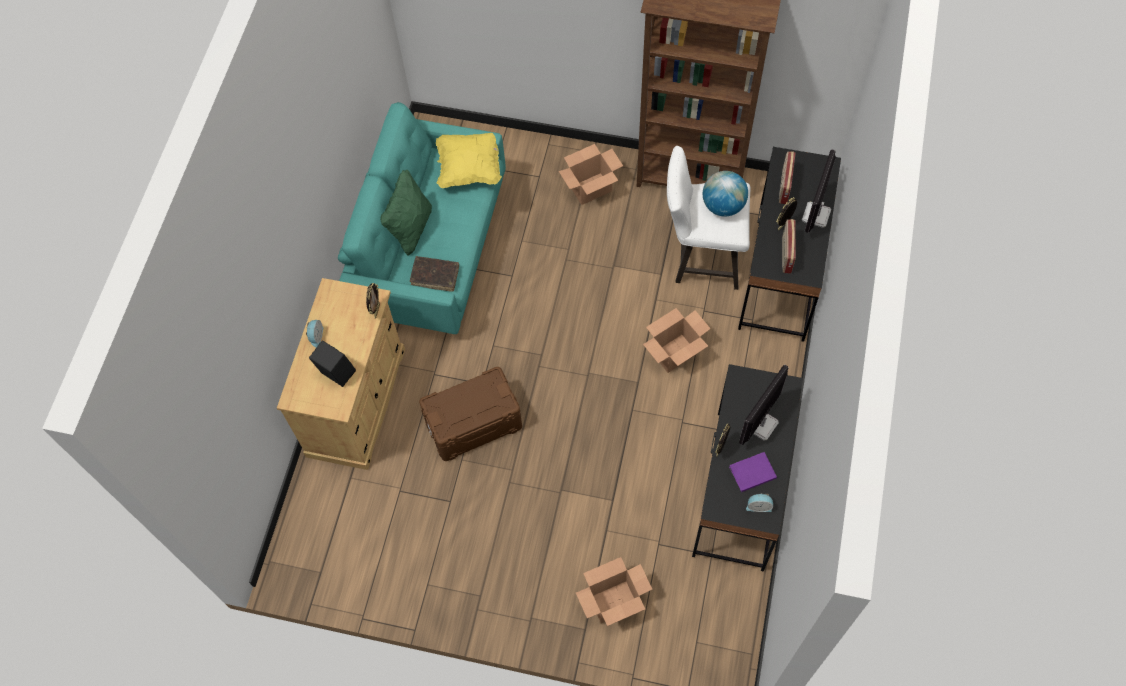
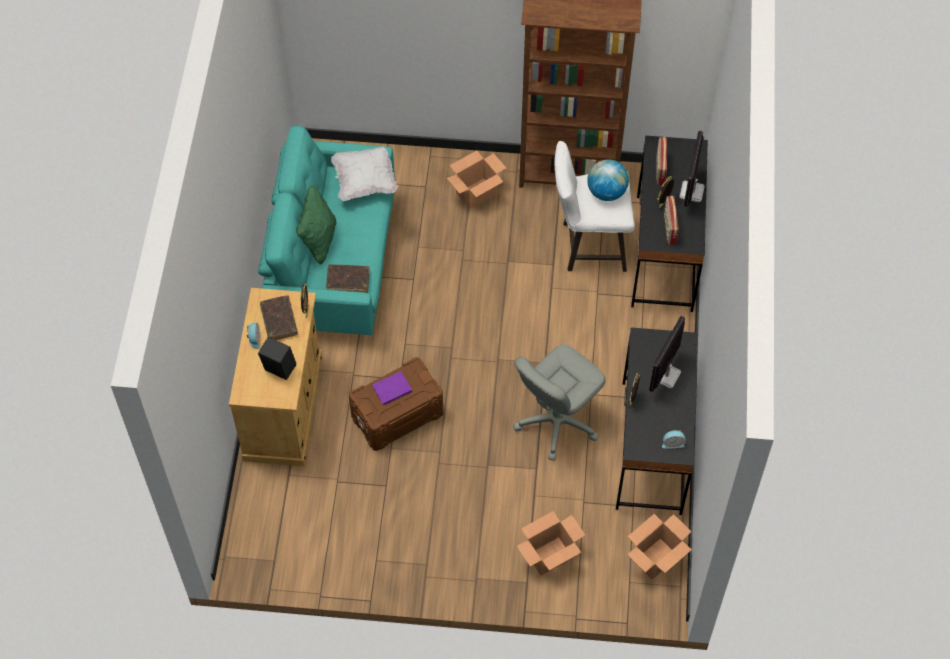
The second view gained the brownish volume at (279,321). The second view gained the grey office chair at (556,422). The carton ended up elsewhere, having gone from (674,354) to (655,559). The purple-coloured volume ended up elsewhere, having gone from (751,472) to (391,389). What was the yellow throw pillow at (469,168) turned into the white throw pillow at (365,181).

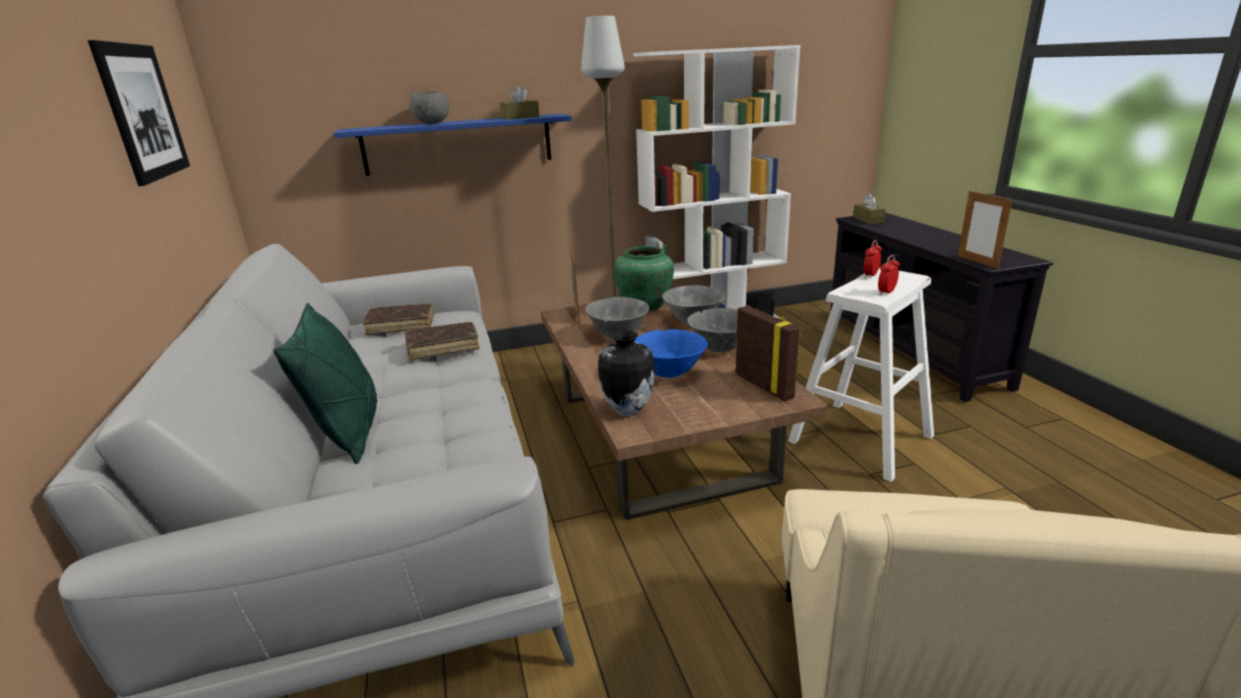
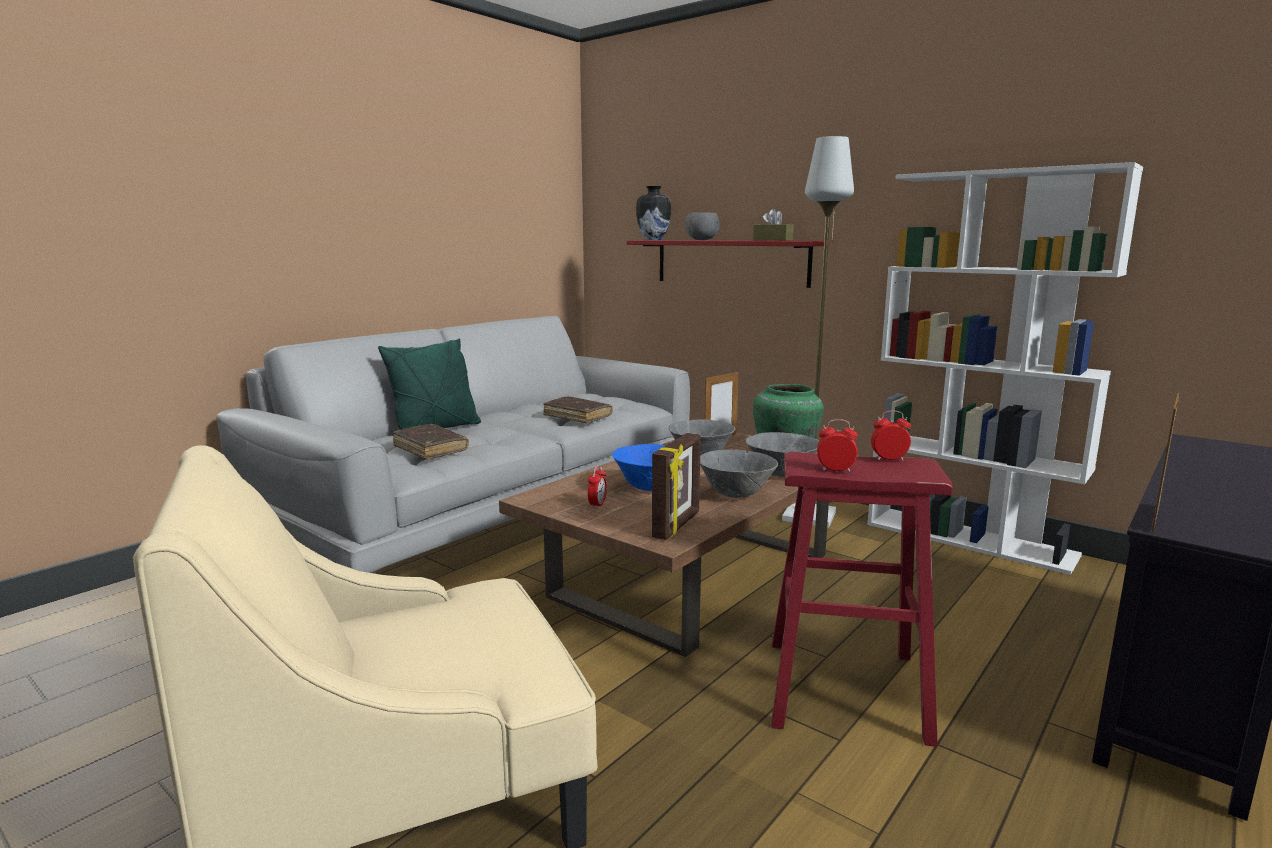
The second view lost the wall art at (143,112). The second view lost the brownish tissue holder at (868,220). The second view gained the table clock at (597,505). The brownish volume ended up elsewhere, having gone from (401,325) to (430,449). The decorative vase ended up elsewhere, having gone from (627,410) to (653,240). What was the blue wall shelf at (458,144) turned into the red-coloured wall shelf at (730,262). What was the white stool at (860,439) turned into the red-coloured stool at (844,689).

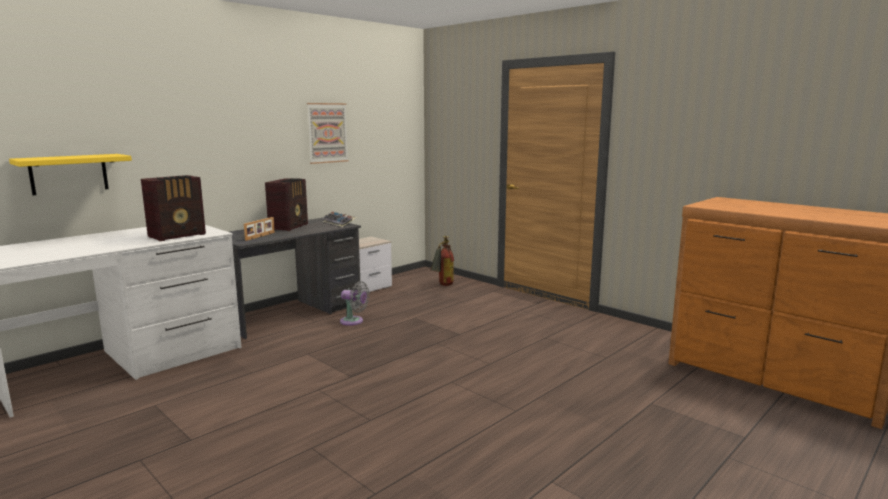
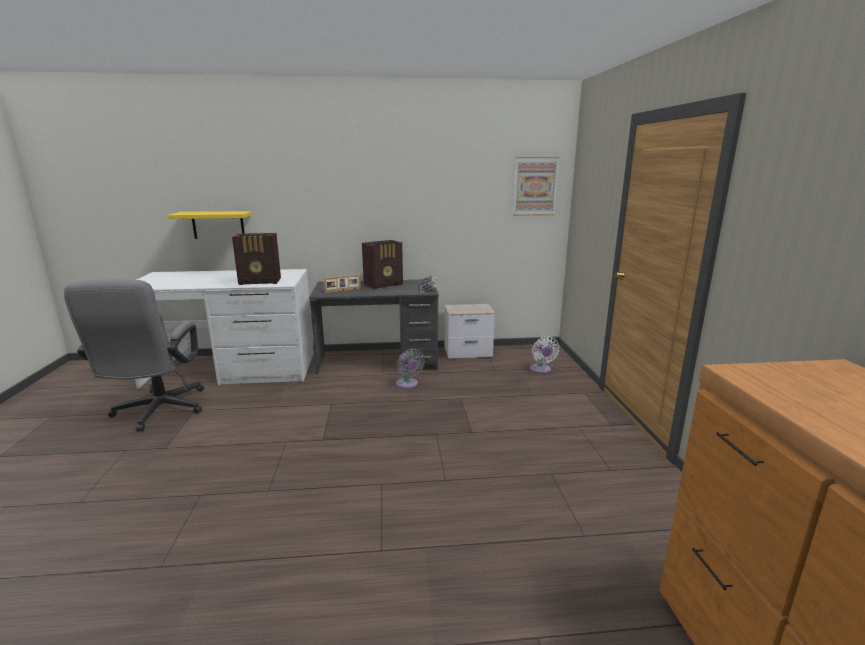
The second view gained the grey office chair at (157,412). The wall art ended up elsewhere, having gone from (327,133) to (535,186). Where the fire extinguisher stood at (442,285), the white cooling fan came to stand at (541,370).

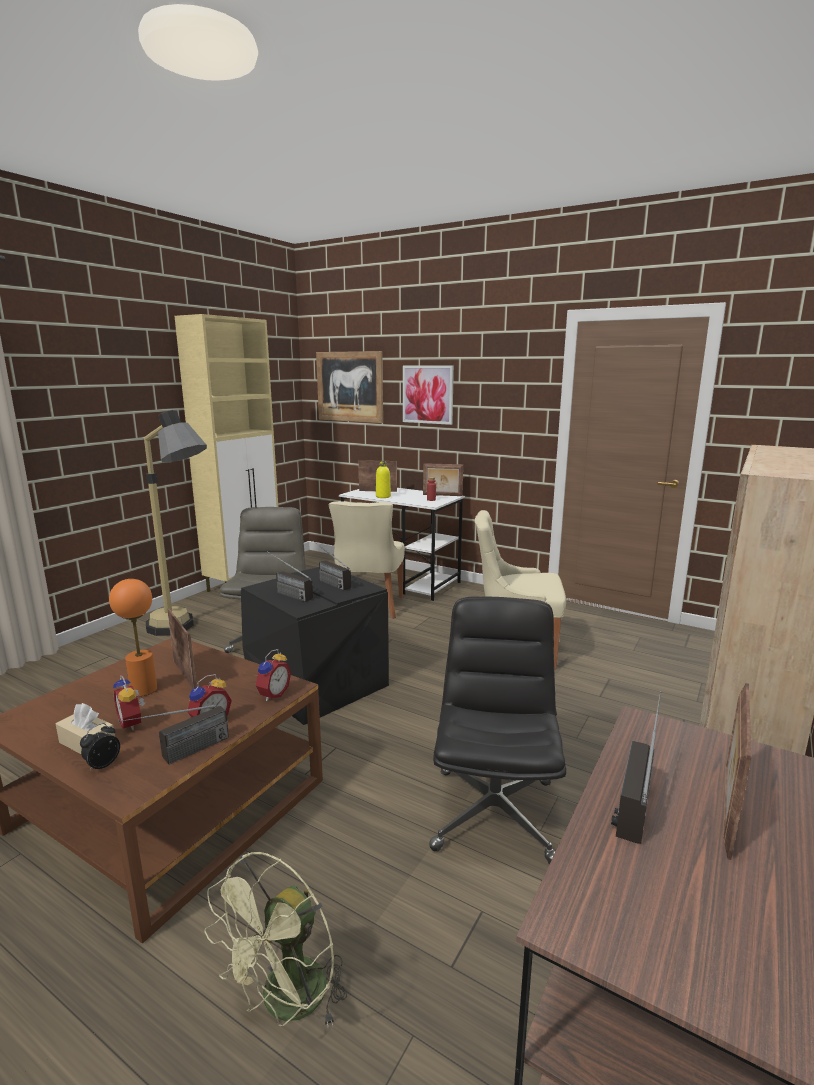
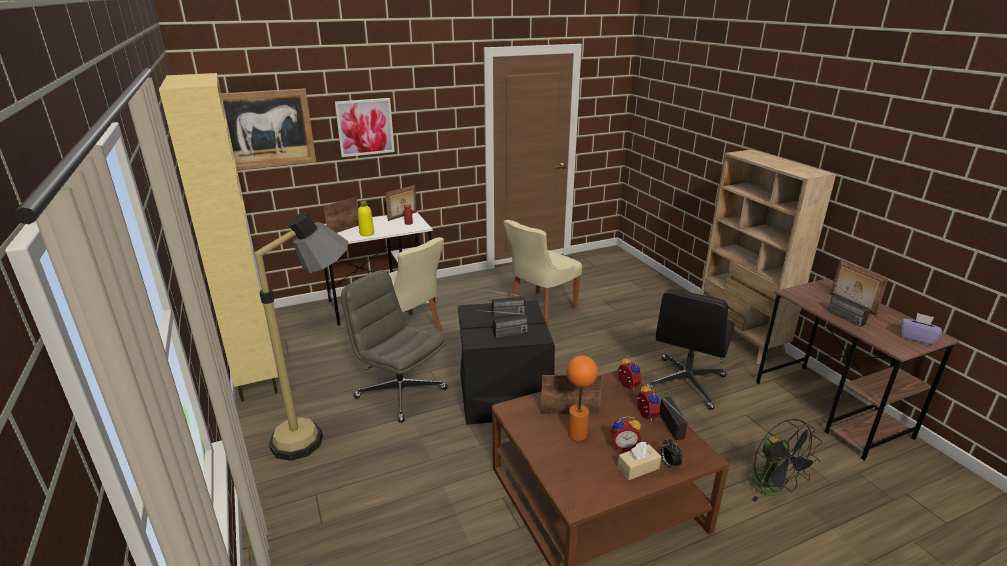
The second view gained the purple-coloured tissue holder at (917,338). What was the green cooling fan at (286,1004) turned into the blackish cooling fan at (772,489). The blackish office chair at (493,812) ended up facing another way, 105 degrees counterclockwise from before.

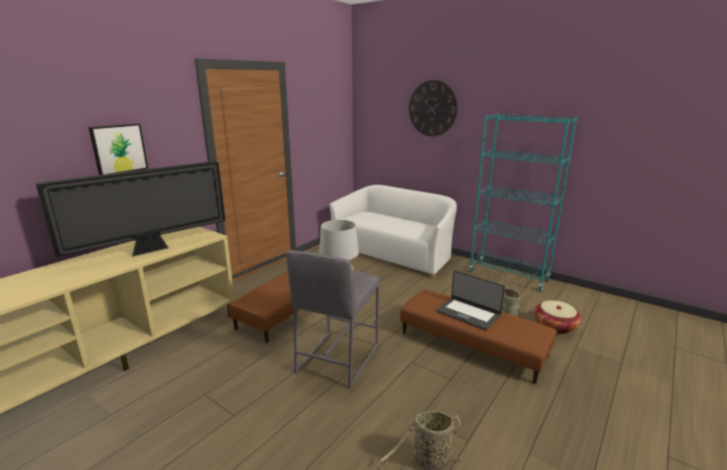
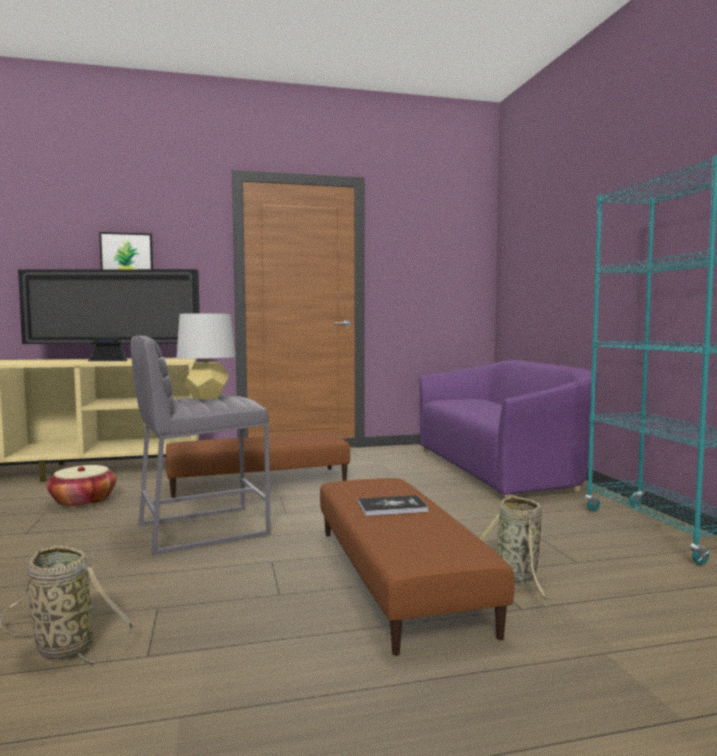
The second view lost the hanging clock at (432,108). The storage basket ended up elsewhere, having gone from (555,326) to (83,501). Where the portable computer stood at (468,313), the volume came to stand at (392,507). What was the white couch at (394,253) turned into the purple-coloured couch at (499,469).

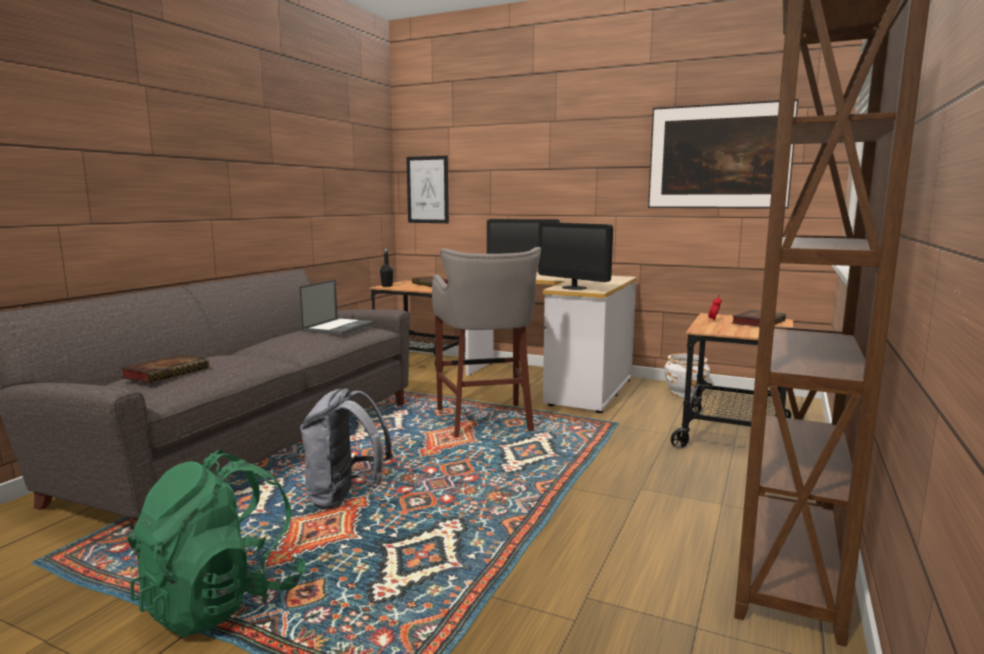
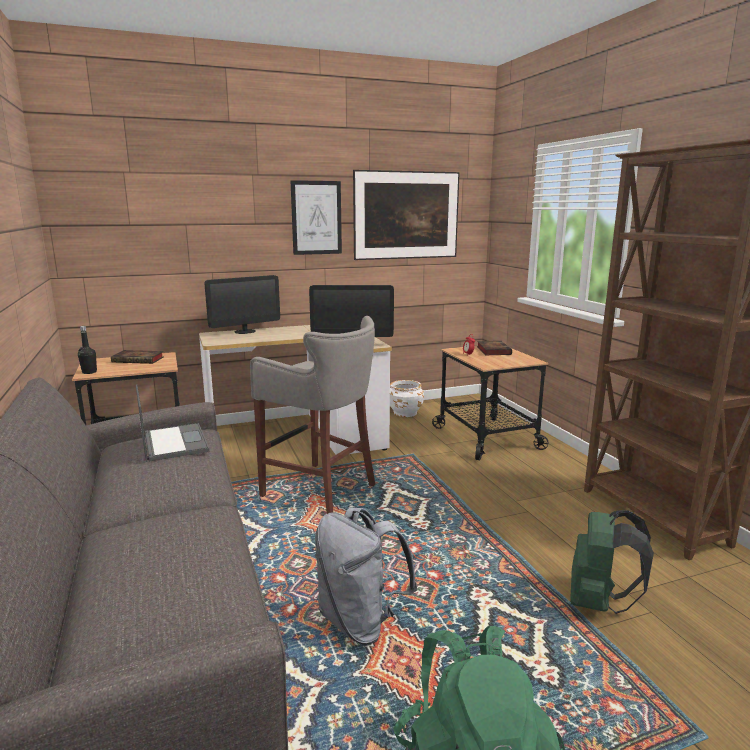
The second view lost the volume at (167,373). The second view gained the green backpack at (599,602). The wall art ended up elsewhere, having gone from (427,190) to (316,218).

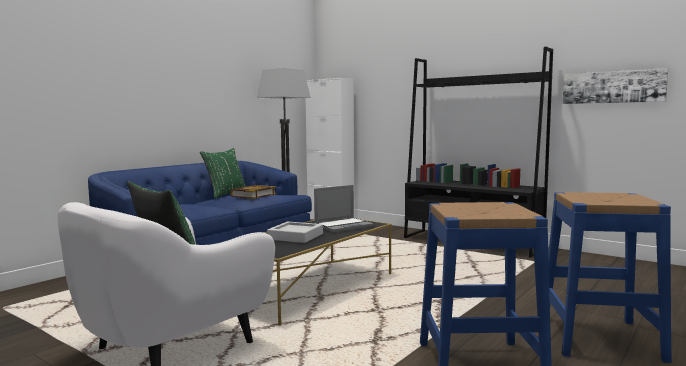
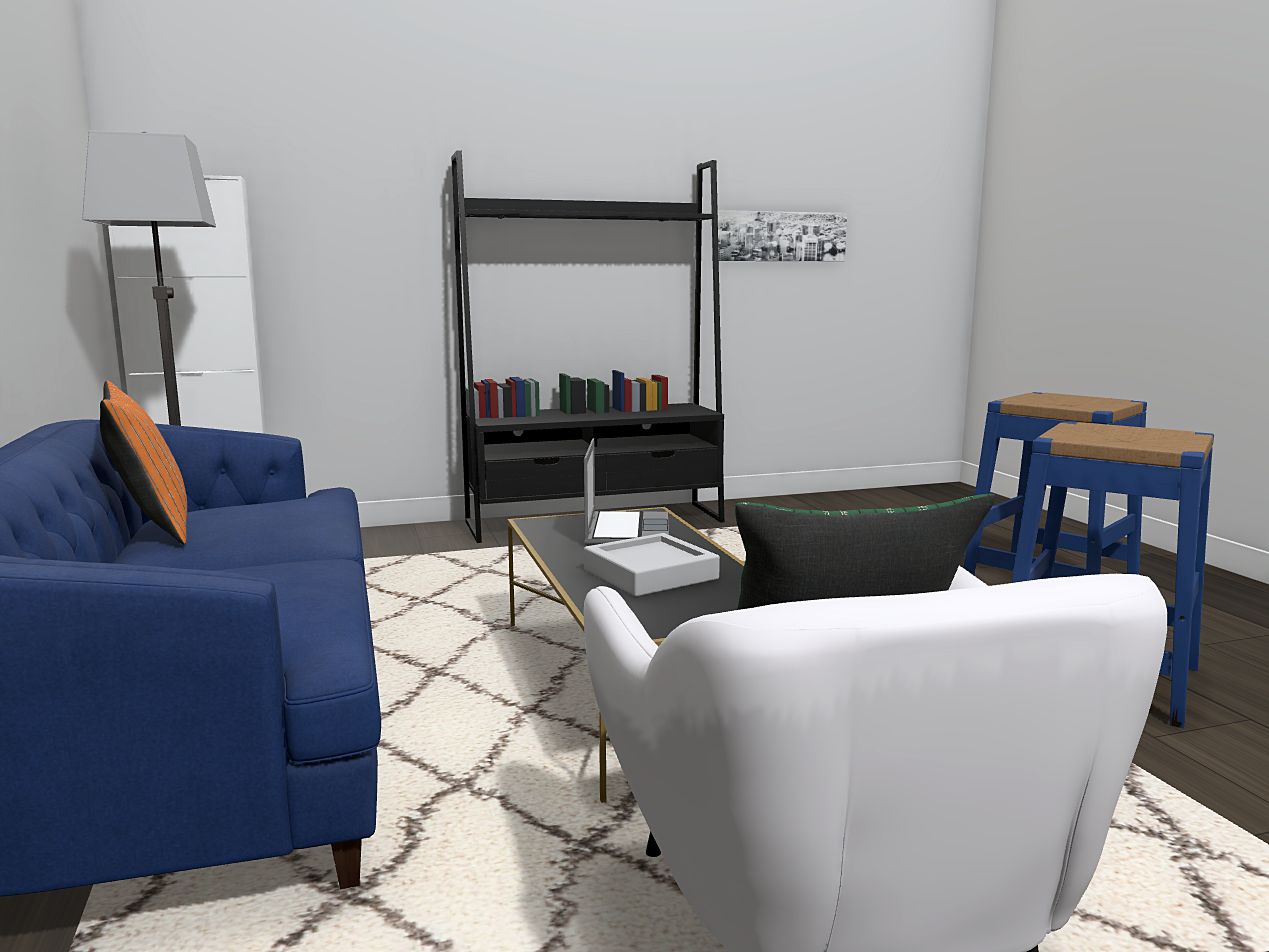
The second view lost the volume at (253,195). What was the green throw pillow at (225,195) turned into the orange-coloured throw pillow at (152,529).

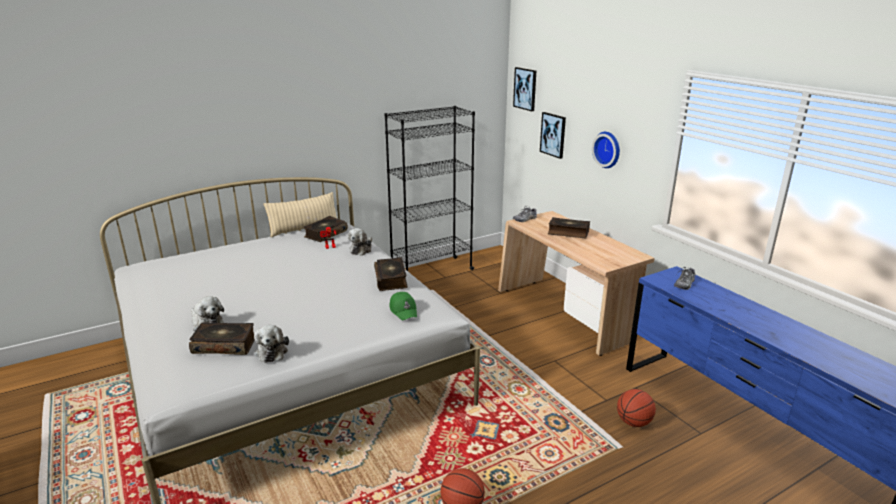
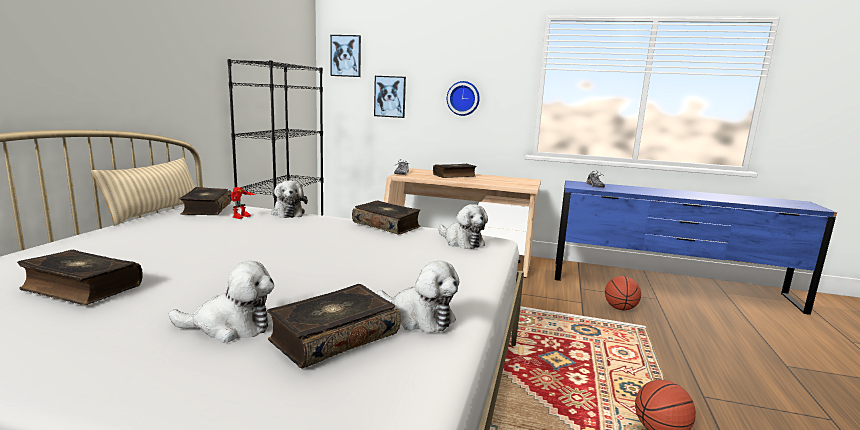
The second view gained the volume at (81,288). Where the green peaked cap stood at (403,310), the soft toy came to stand at (461,242).

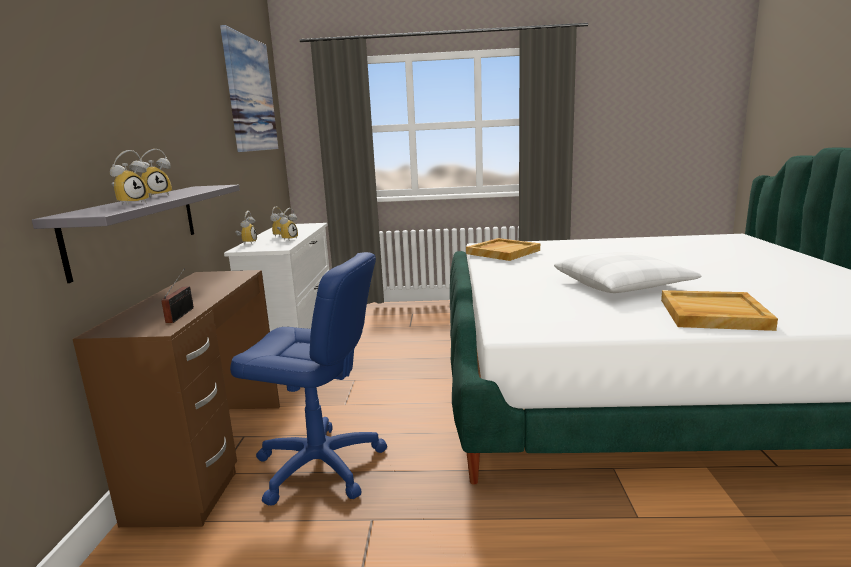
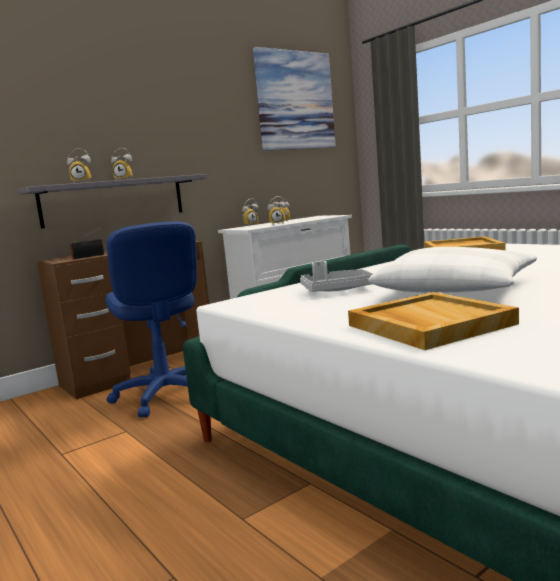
The second view gained the grey carrying tray at (337,290).

